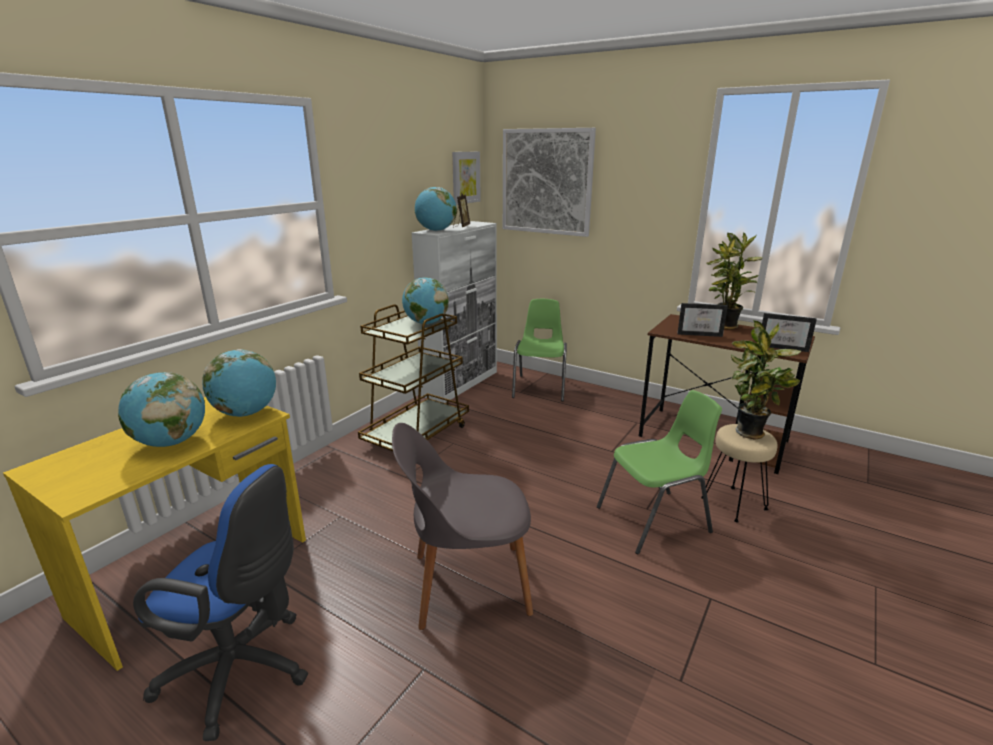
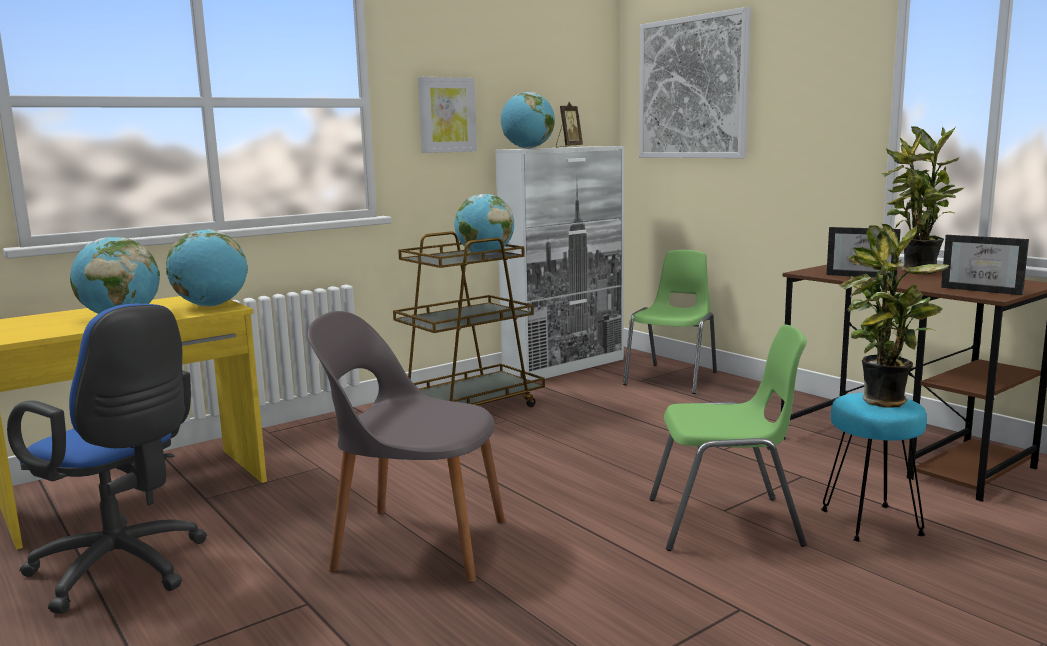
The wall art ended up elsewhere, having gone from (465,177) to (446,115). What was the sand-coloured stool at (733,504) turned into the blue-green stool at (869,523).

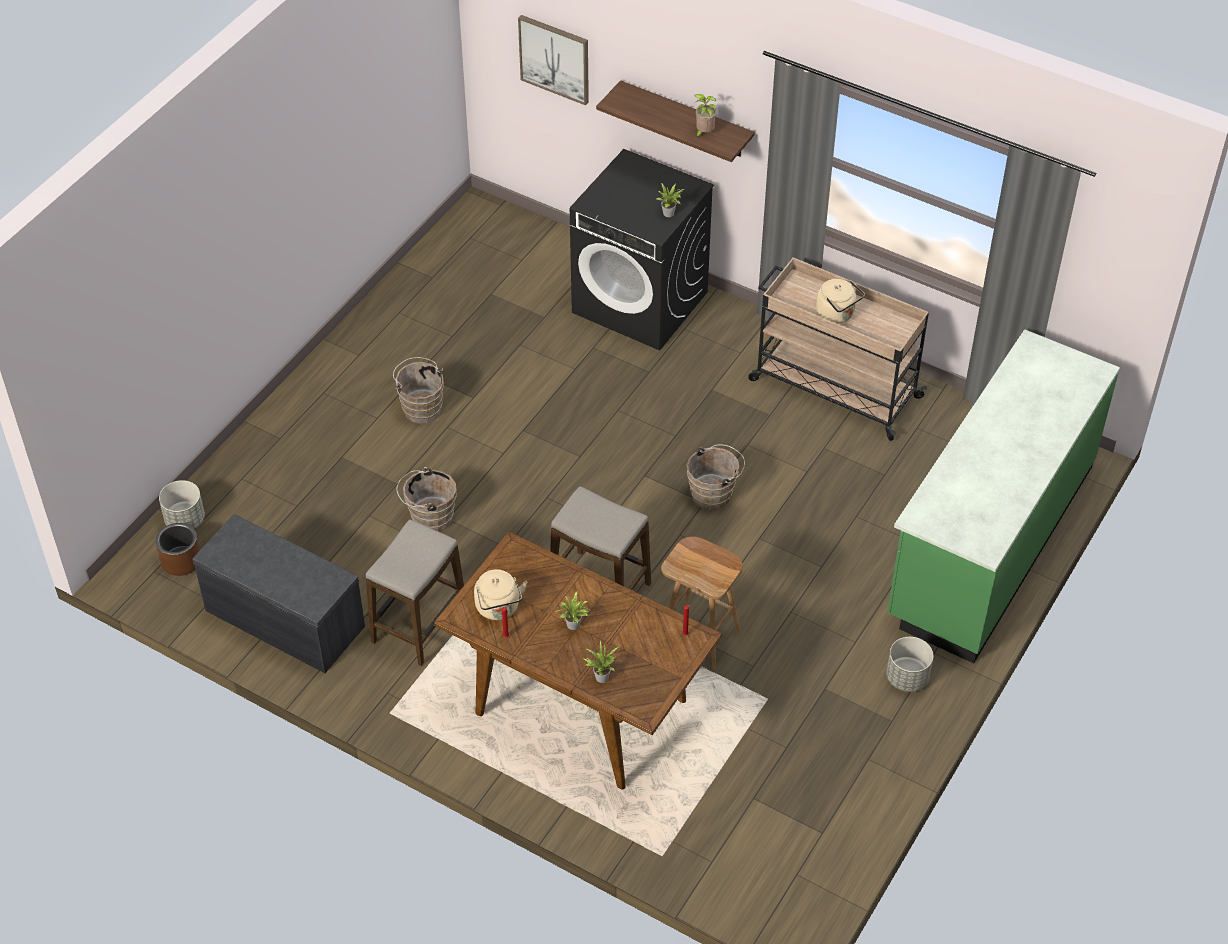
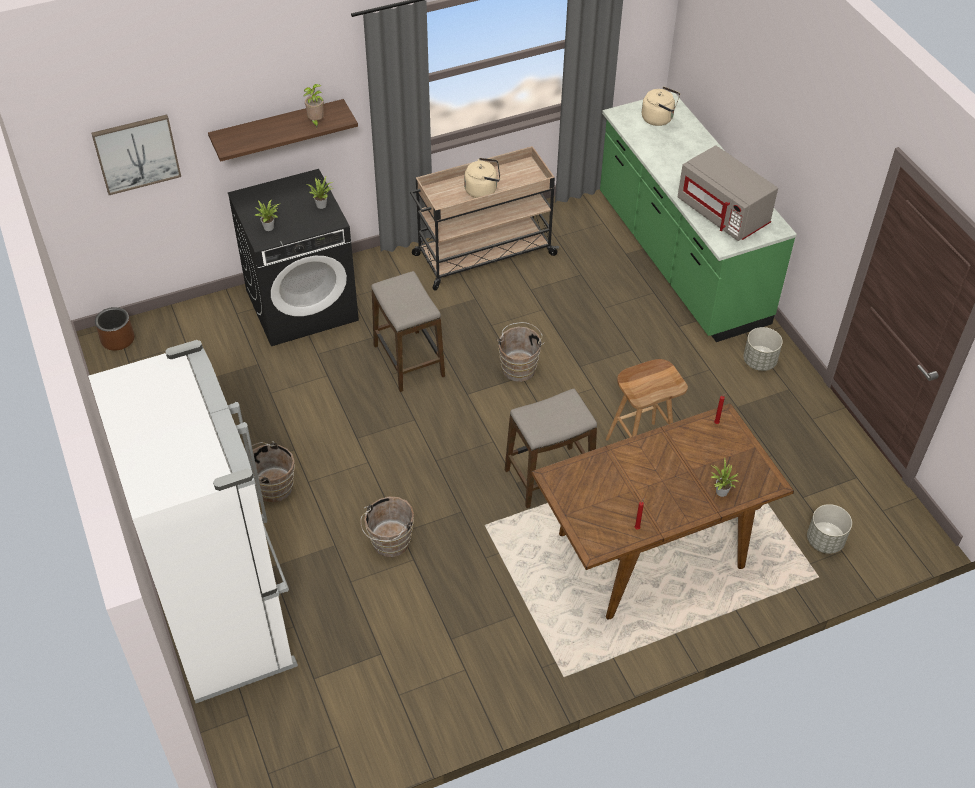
The second view lost the grey indoor bench at (283,619). The second view gained the white refrigerator at (227,618). The second view gained the grey microwave oven at (723,213). The brownish planter ended up elsewhere, having gone from (181,561) to (117,339). The grey planter ended up elsewhere, having gone from (185,520) to (825,540). The stool ended up elsewhere, having gone from (418,624) to (408,361). The sand-coloured water kettle ended up elsewhere, having gone from (499,608) to (659,119). The plant in a pot ended up elsewhere, having gone from (574,626) to (270,227).

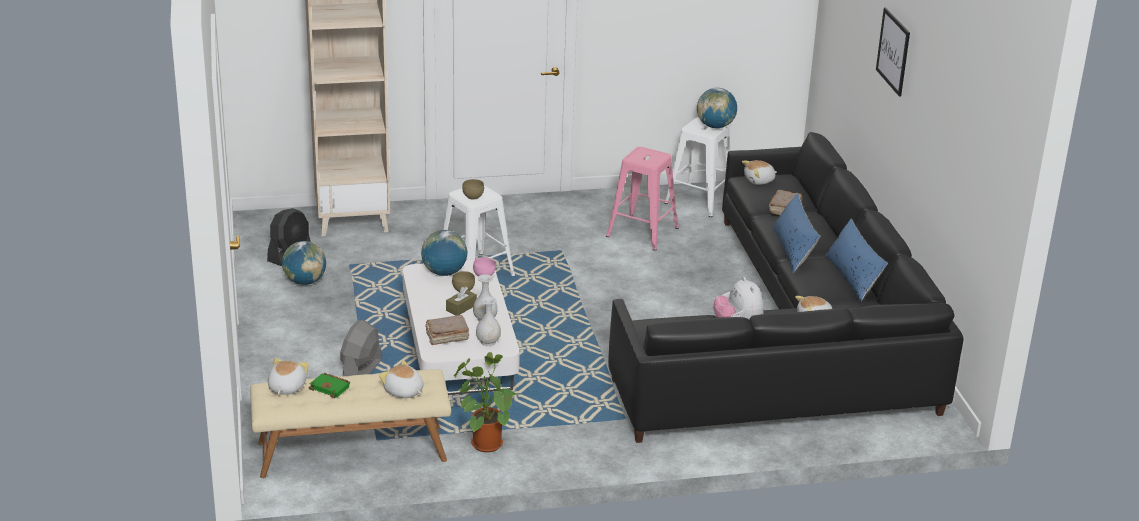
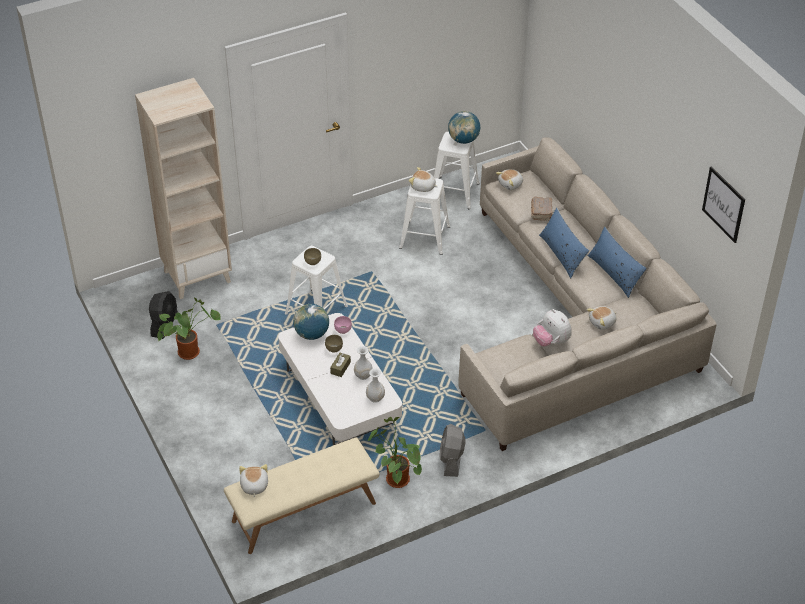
The second view lost the green volume at (331,388). The second view lost the brownish volume at (446,337). The grey cooling fan ended up elsewhere, having gone from (361,371) to (451,460). The soft toy ended up elsewhere, having gone from (403,392) to (423,187). The wall art ended up elsewhere, having gone from (893,51) to (723,204). Where the desk globe stood at (305,282), the plant in a pot came to stand at (190,351). What was the pinkish stool at (643,232) turned into the white stool at (425,237). What was the blackish couch at (792,337) turned into the sand-coloured couch at (573,321).

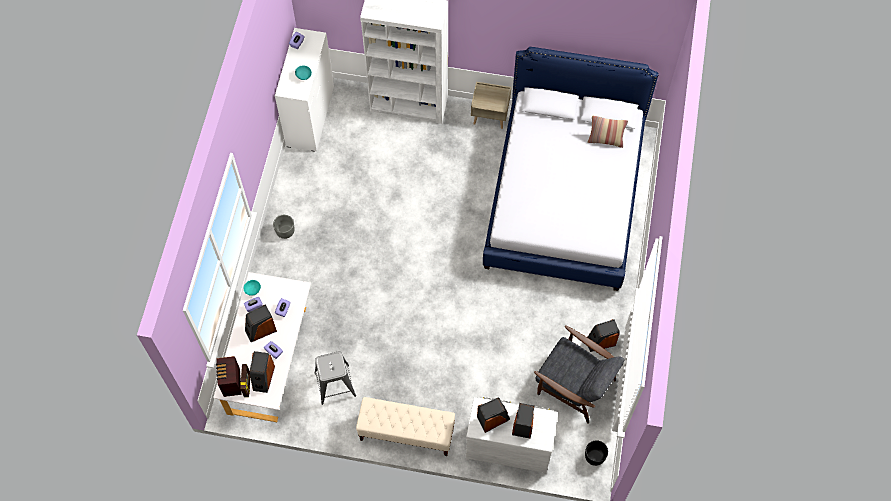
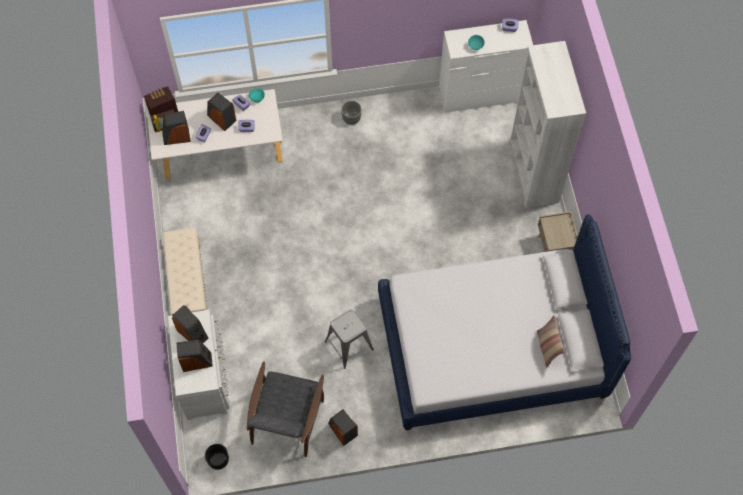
The grey stool ended up elsewhere, having gone from (335,384) to (349,345).

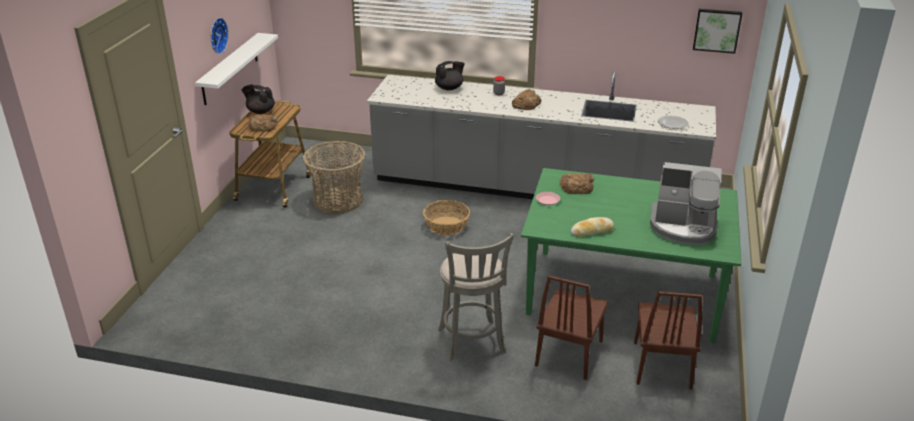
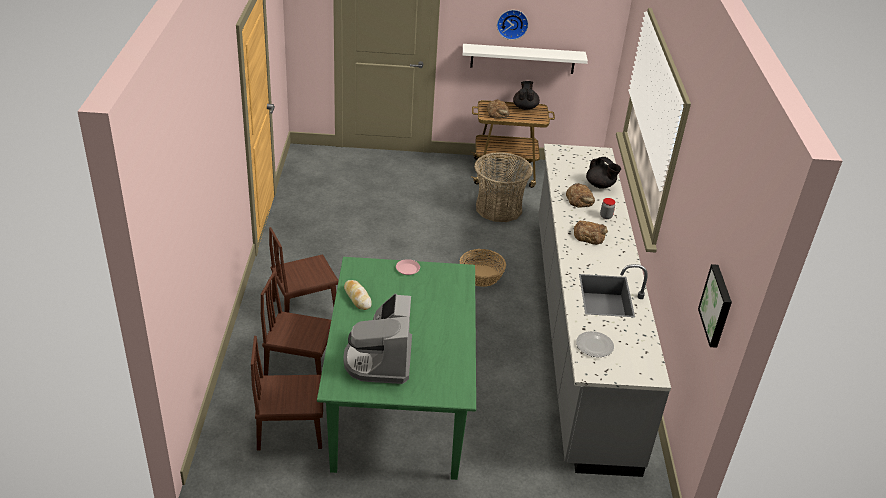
The baked bread ended up elsewhere, having gone from (577,187) to (580,199). Where the grey stool stood at (472,343), the brownish plain chair came to stand at (305,307).

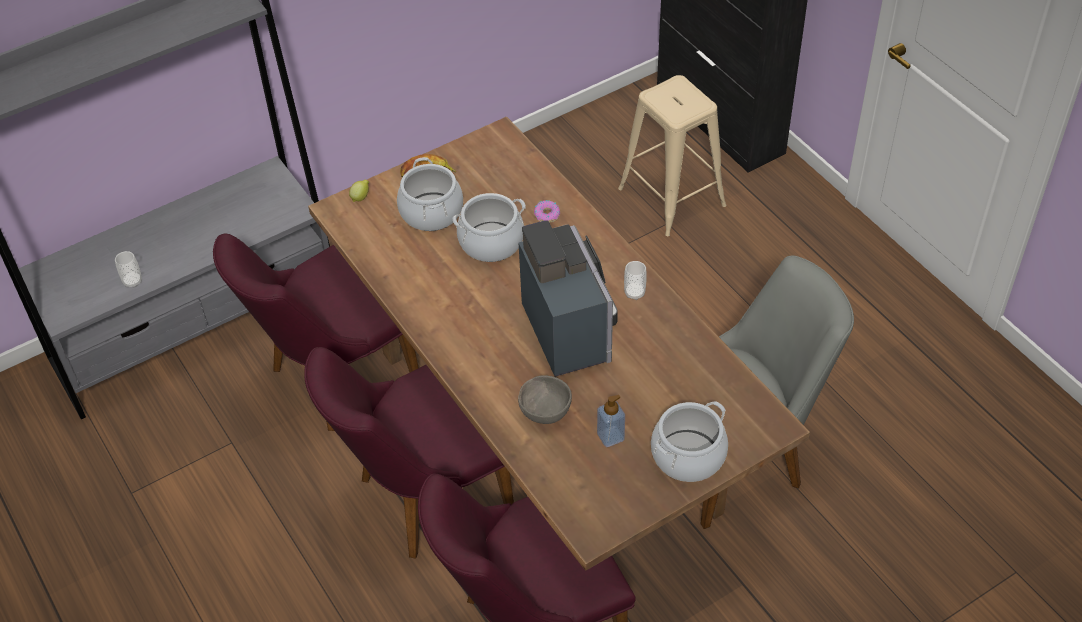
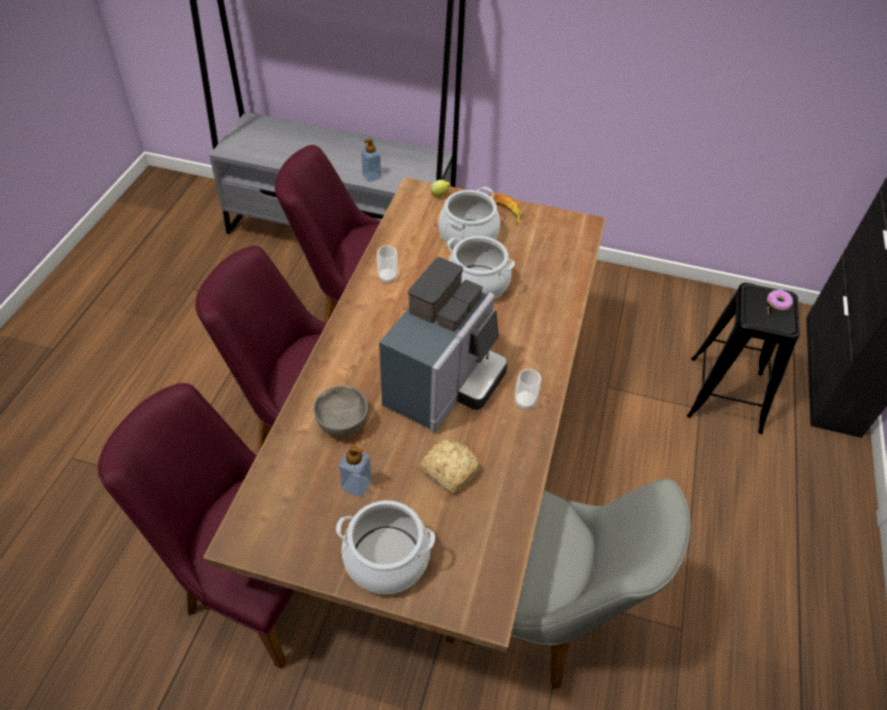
The second view gained the liquid soap bottle at (371,176). The second view gained the baked bread at (448,469). The drinking cup ended up elsewhere, having gone from (132,281) to (387,277). The donut ended up elsewhere, having gone from (547,214) to (778,303). What was the sand-coloured stool at (672,197) turned into the blackish stool at (725,394).

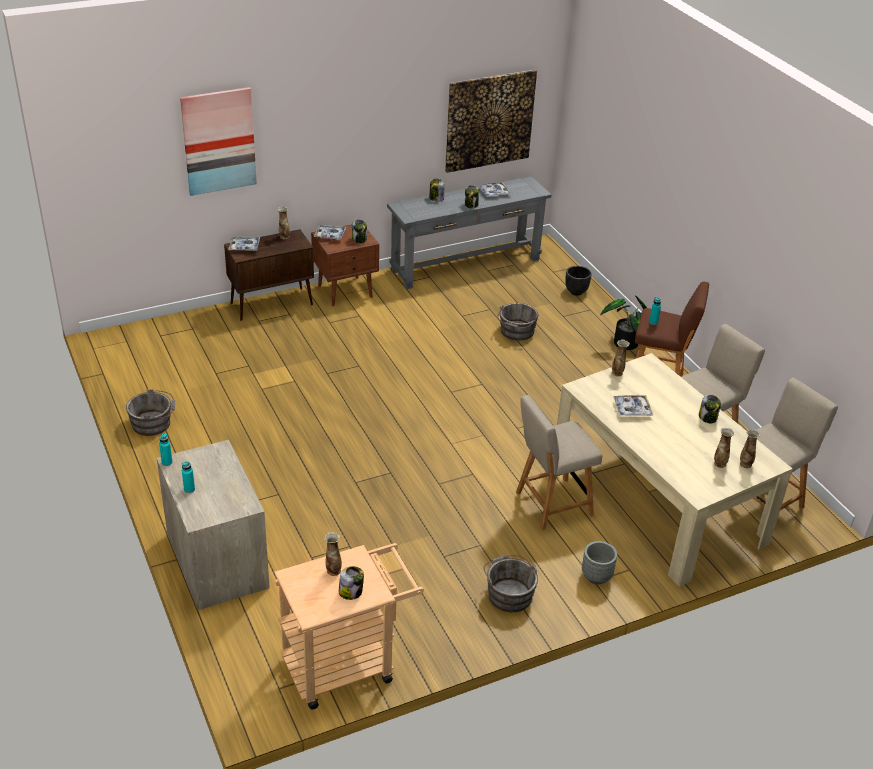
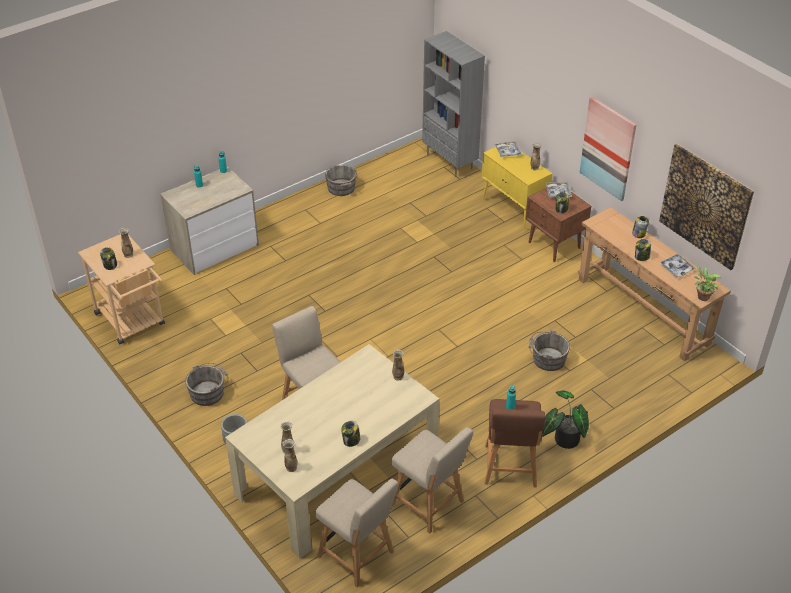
The second view lost the blackish planter at (575,292). The second view lost the carrying tray at (632,409). The second view gained the grey shelving unit at (450,162). The second view gained the plant in a pot at (701,296). The wall art ended up elsewhere, having gone from (219,141) to (608,148). What was the brownish storage cabinet at (272,304) turned into the yellow storage cabinet at (513,210). What was the grey narrow table at (466,265) turned into the brownish narrow table at (642,311).

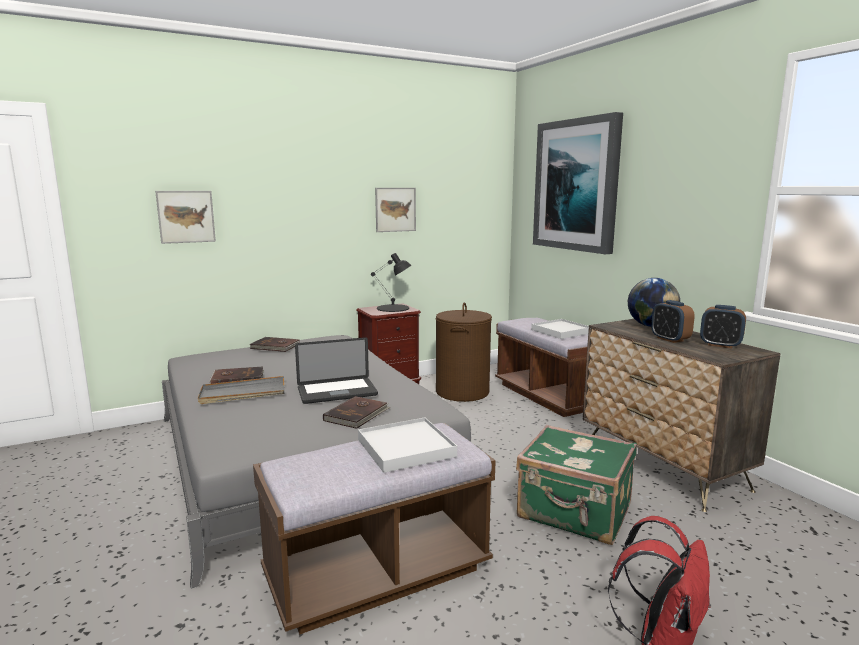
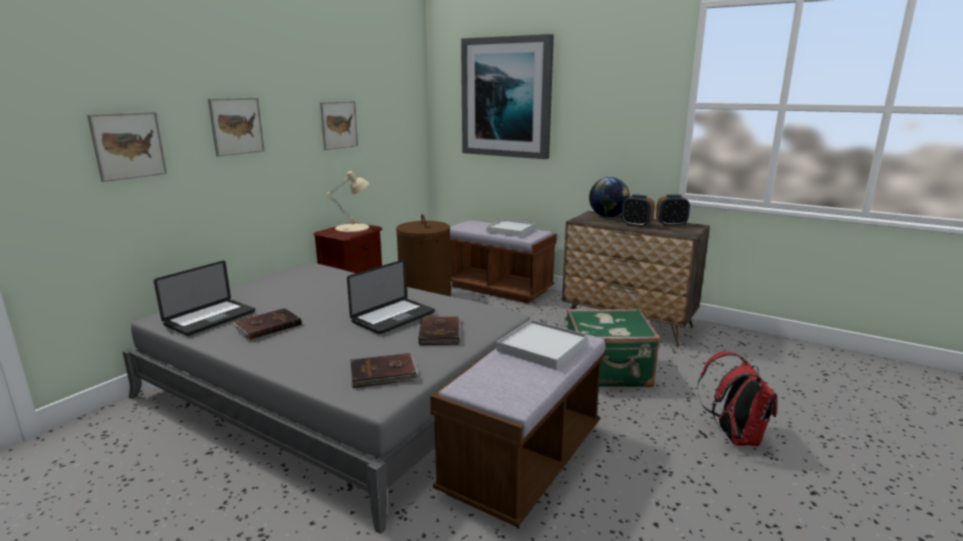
The second view lost the grey carrying tray at (243,393). The second view gained the portable computer at (210,318). The second view gained the wall art at (236,126). The brownish volume ended up elsewhere, having gone from (275,346) to (383,374). What was the blackish table lamp at (393,308) turned into the sand-coloured table lamp at (352,228).

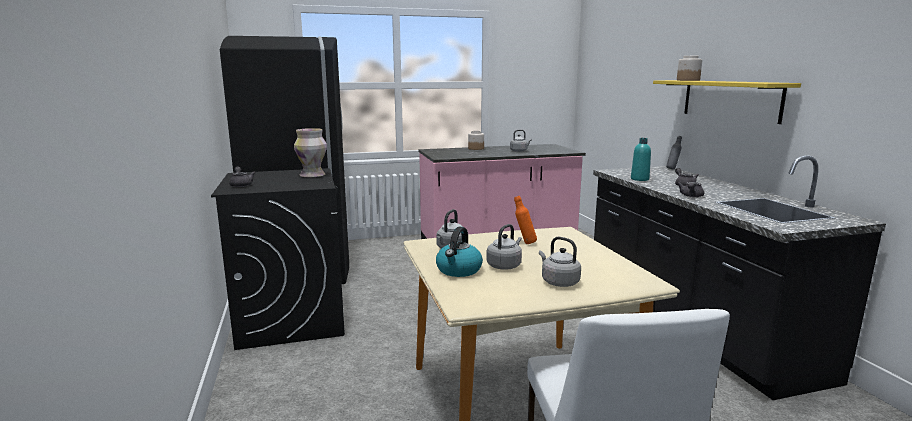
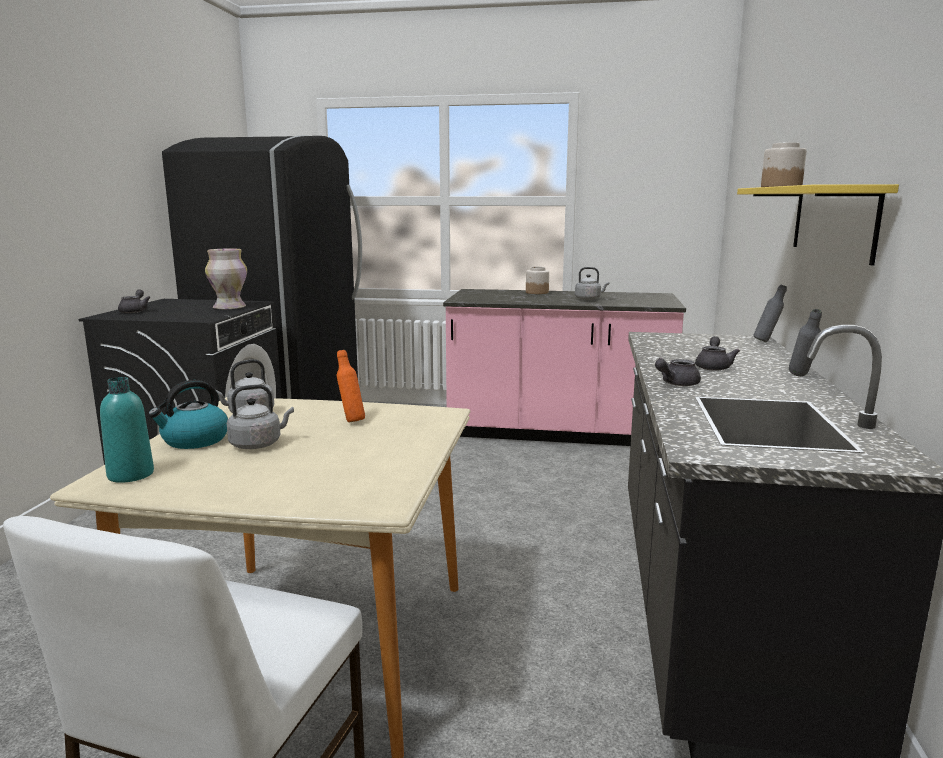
The second view lost the grey water kettle at (558,282). The second view gained the grey bottle at (801,377). The blue-green bottle ended up elsewhere, having gone from (639,179) to (131,475).

